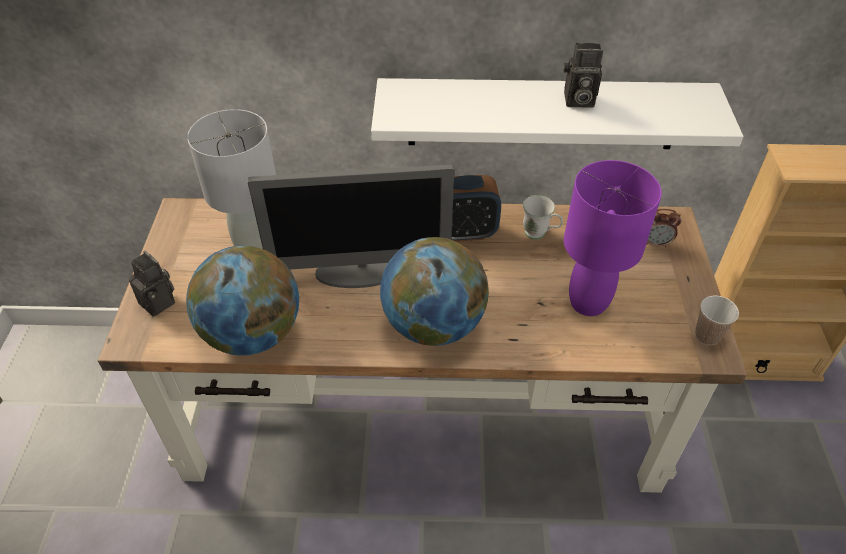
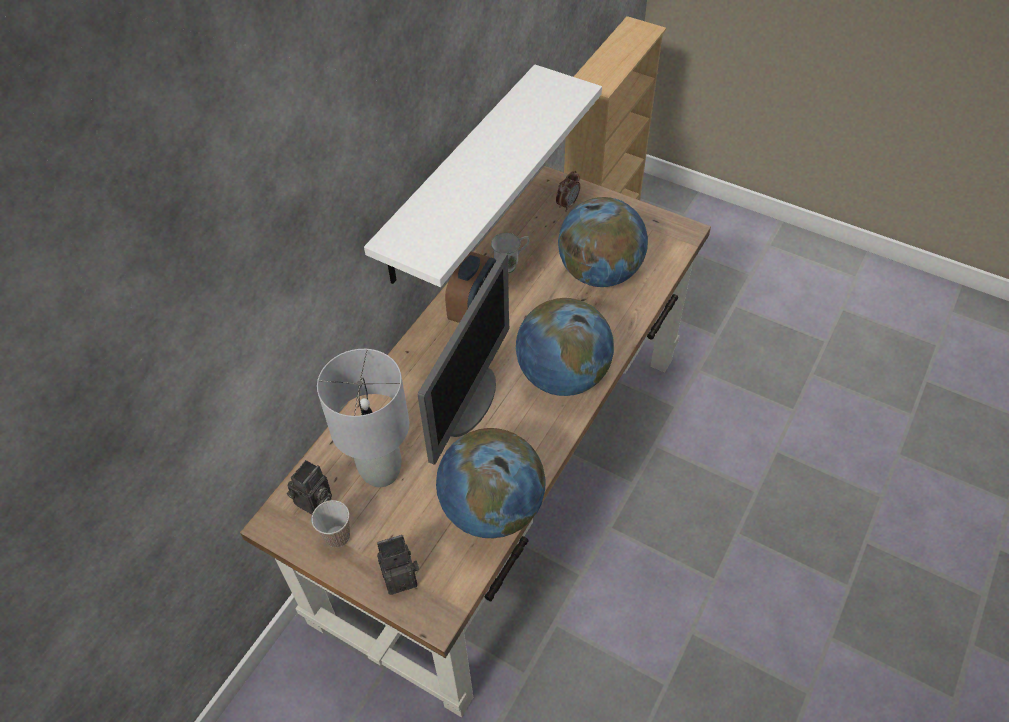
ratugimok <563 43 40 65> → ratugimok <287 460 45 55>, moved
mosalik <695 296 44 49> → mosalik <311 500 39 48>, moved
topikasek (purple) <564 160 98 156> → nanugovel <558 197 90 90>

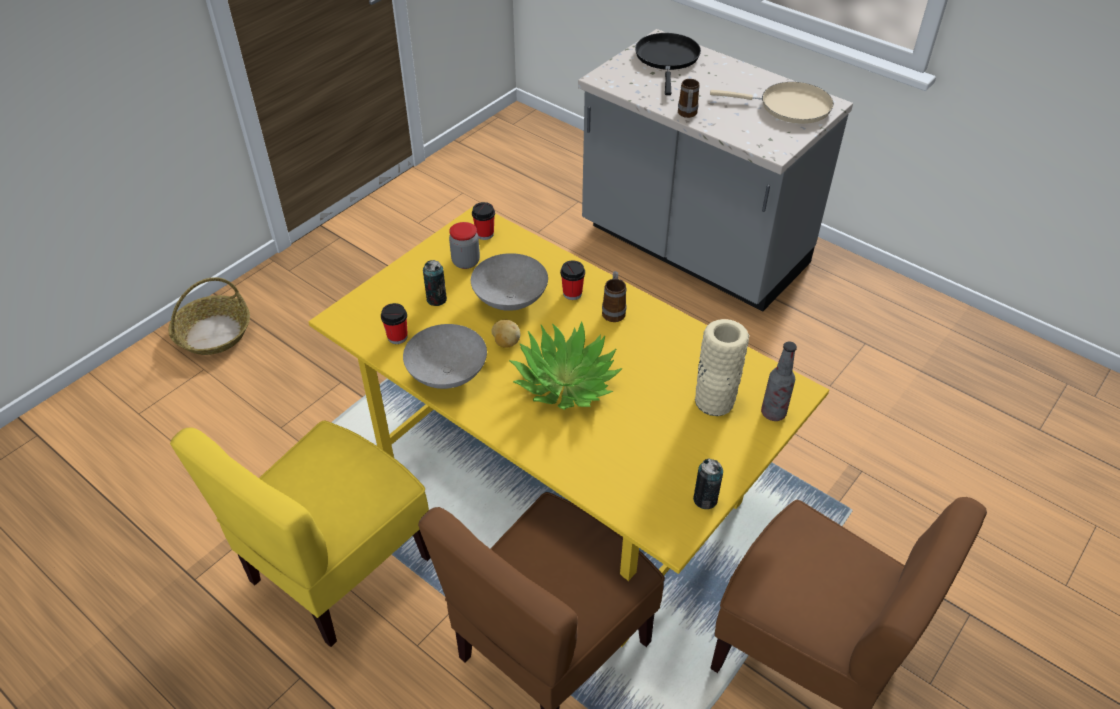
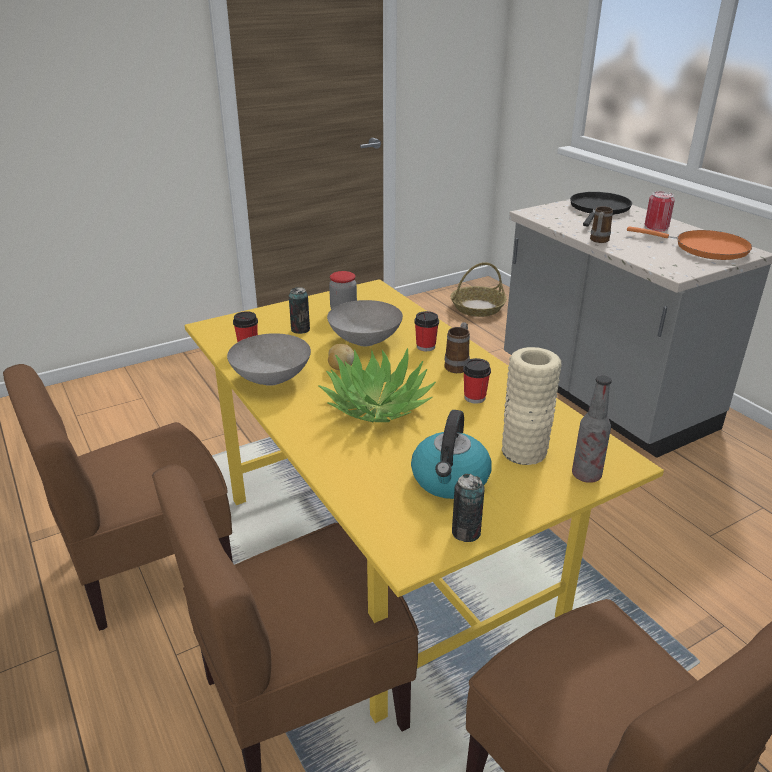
- → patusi <411 410 81 89>
- → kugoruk <645 191 30 41>
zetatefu <168 277 82 78> → zetatefu <450 262 57 55>, moved
mosalik <472 202 23 38> → mosalik <463 358 28 46>, moved
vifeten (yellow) <170 421 261 226> → vifeten (brown) <3 364 230 267>
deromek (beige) <710 82 124 42> → deromek (orange) <627 226 125 34>

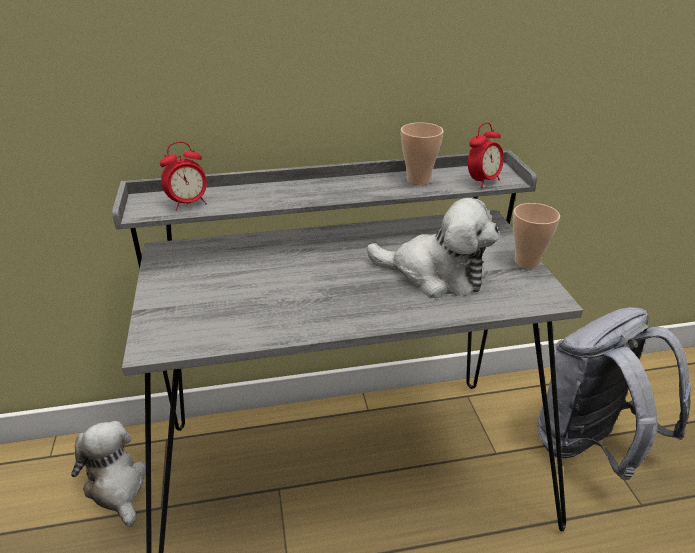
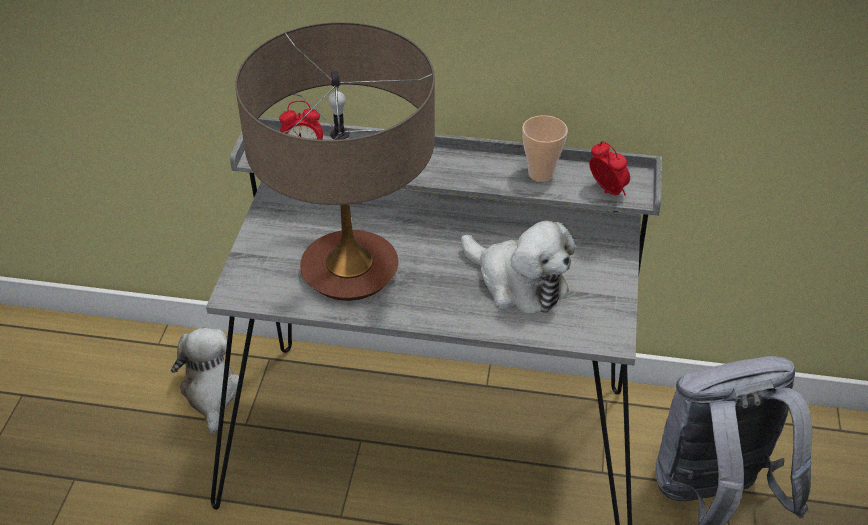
mosalik <513 203 47 66> → -
- → topikasek <235 22 200 279>
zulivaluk <468 123 36 65> → zulivaluk <589 141 41 54>, 105 degrees counterclockwise

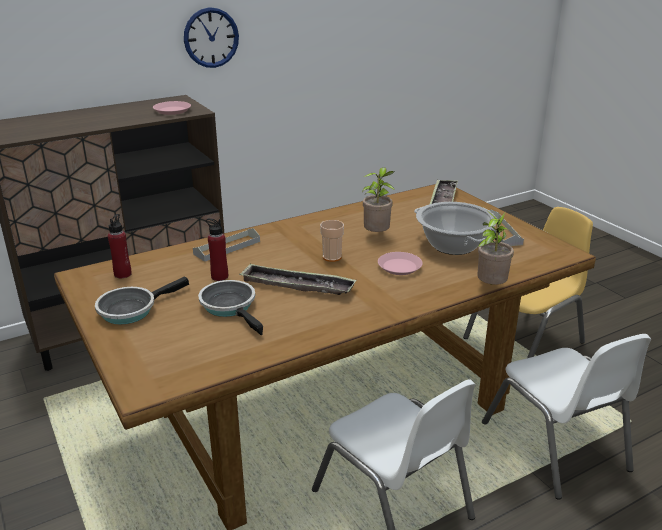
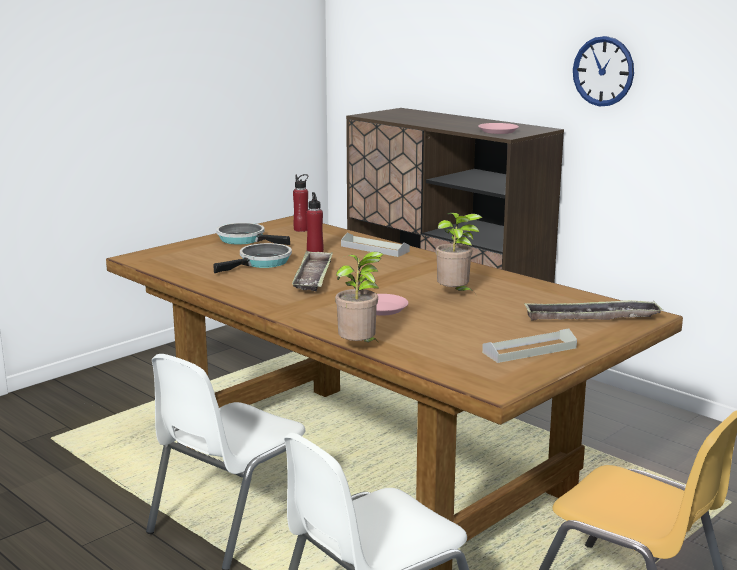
mosalik <320 220 24 42> → -
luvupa <414 202 86 53> → -

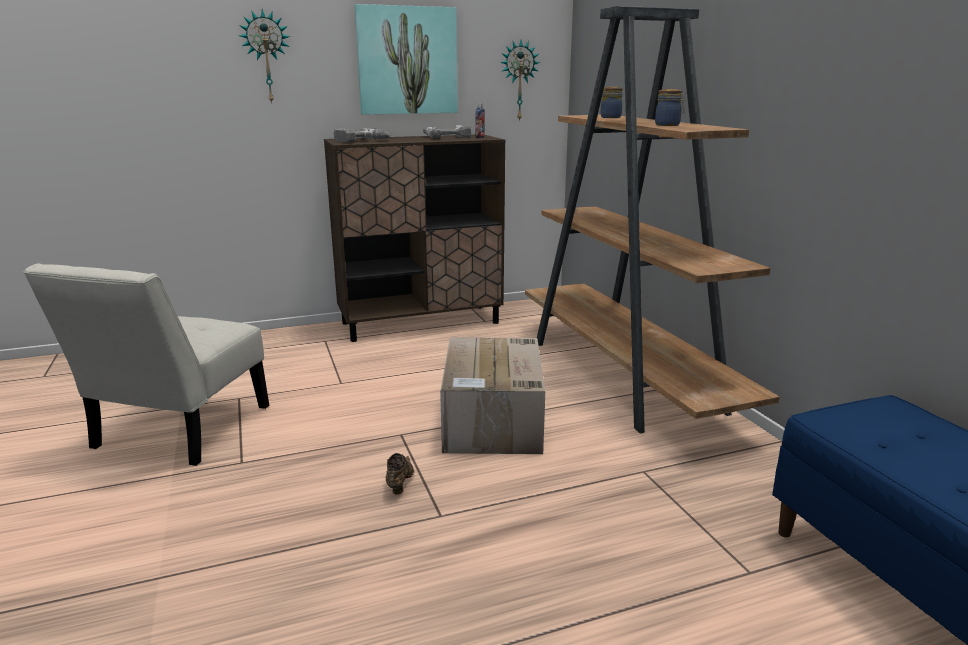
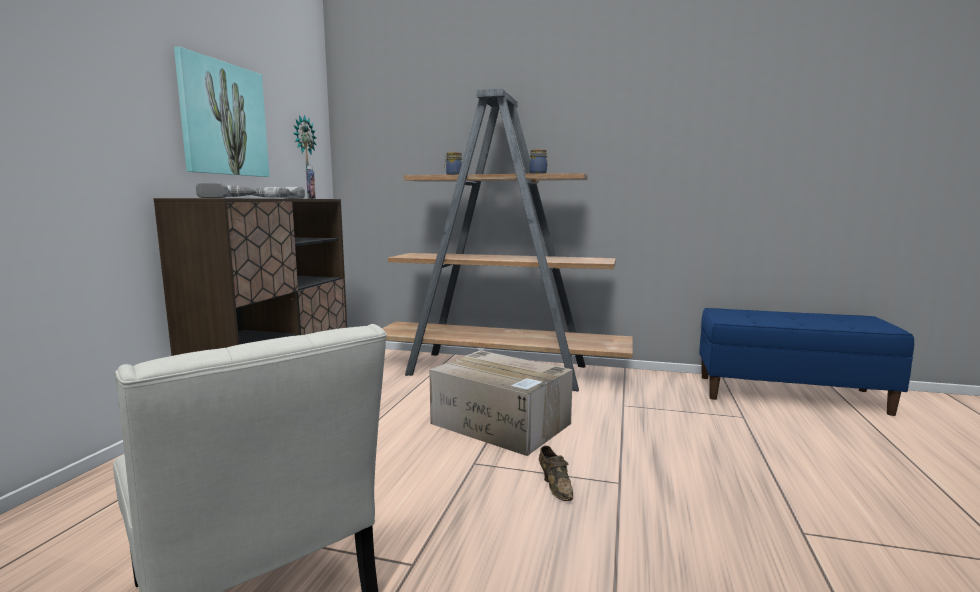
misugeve <239 9 51 95> → -
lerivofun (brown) <386 453 28 42> → lerivofun (brown) <539 445 34 56>, 150 degrees counterclockwise

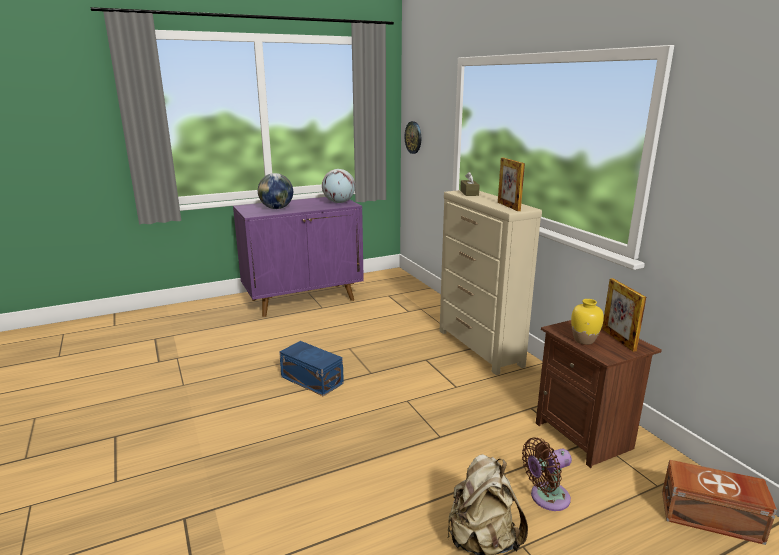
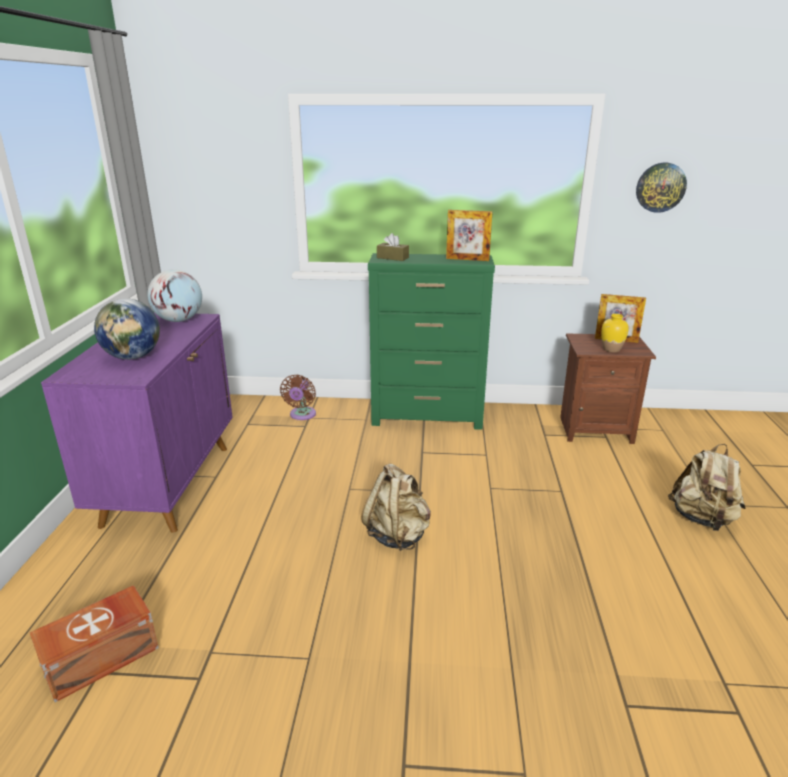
misugeve <405 121 16 33> → misugeve <636 163 51 50>, moved
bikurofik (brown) <522 437 50 74> → bikurofik (brown) <280 375 36 45>, moved
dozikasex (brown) <662 460 115 85> → dozikasex (brown) <29 585 130 117>, moved
dozikasex (blue) <279 341 65 55> → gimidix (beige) <361 464 70 87>
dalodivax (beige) <440 190 102 185> → dalodivax (green) <368 253 127 177>

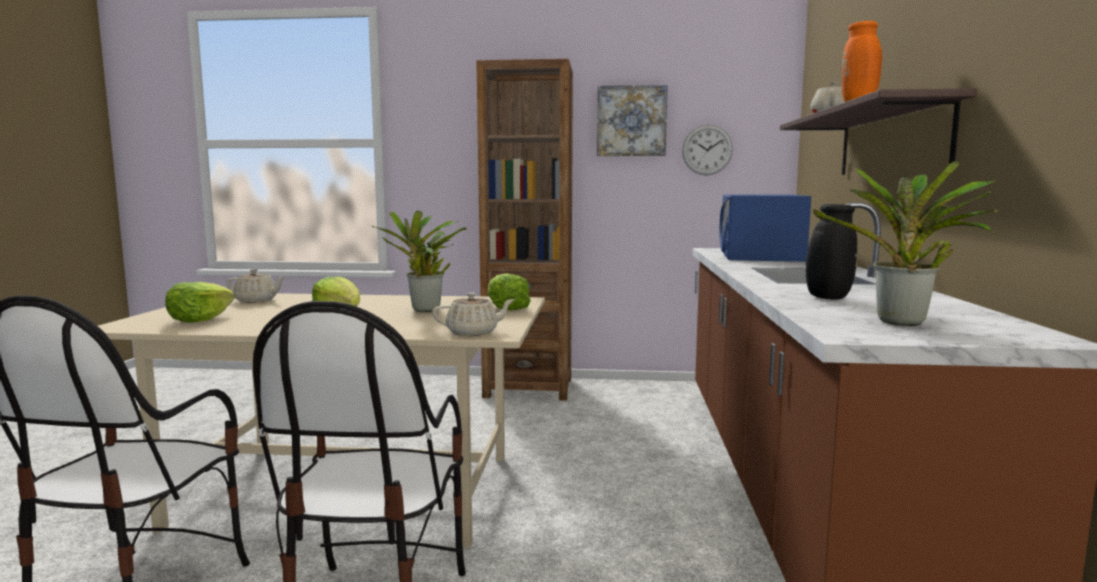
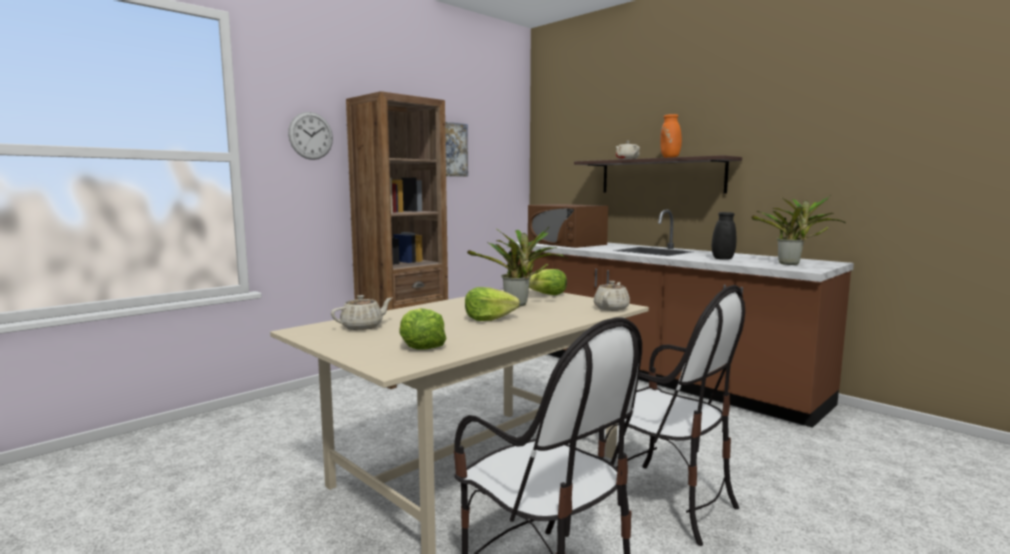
misugeve <682 124 51 51> → misugeve <288 112 45 48>, moved
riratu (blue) <719 194 92 68> → riratu (brown) <528 204 80 44>

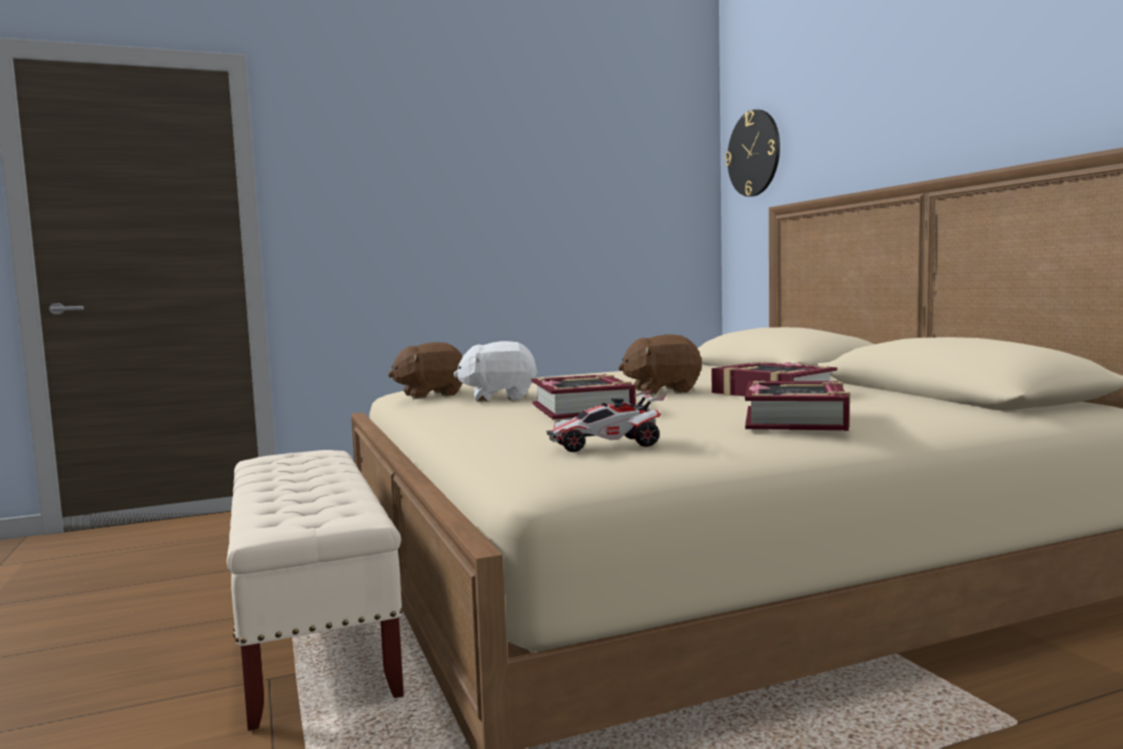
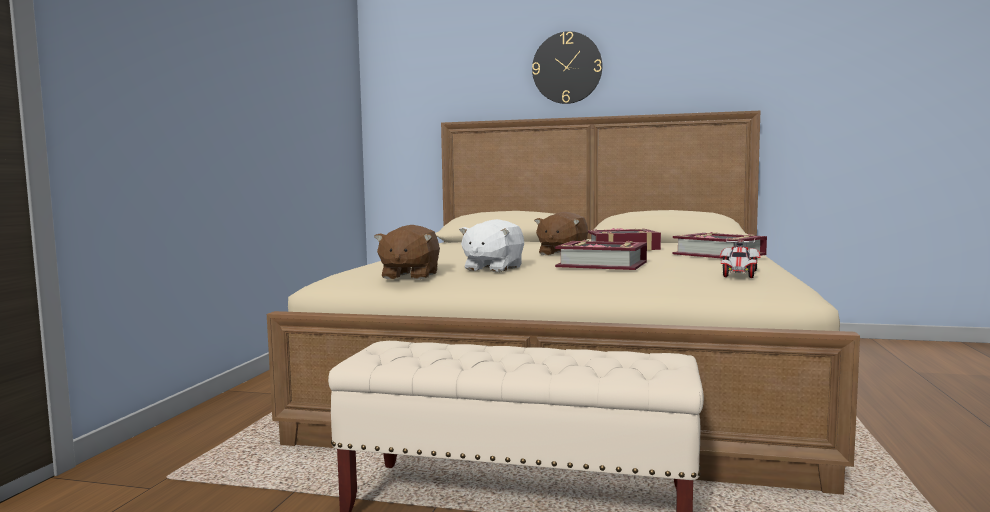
misugeve <725 109 55 88> → misugeve <532 31 70 73>, moved

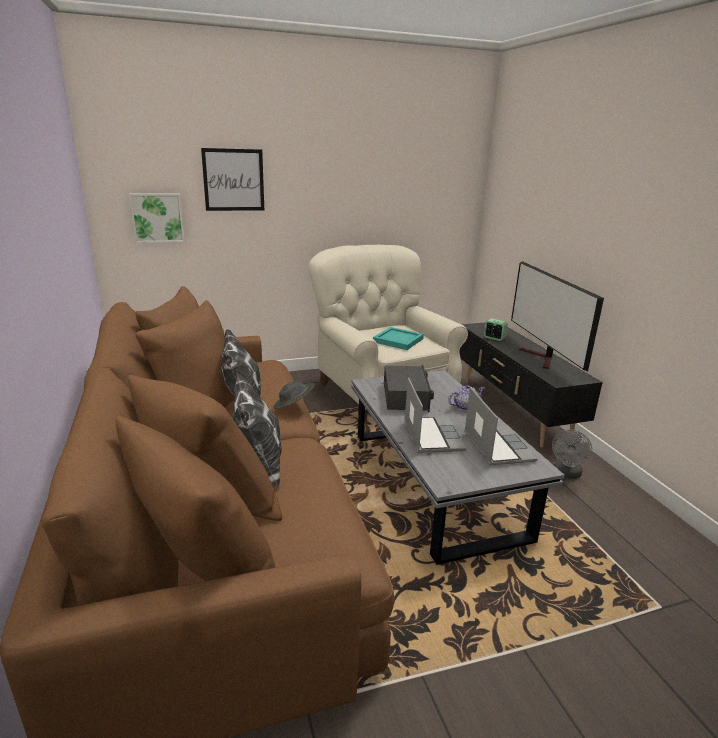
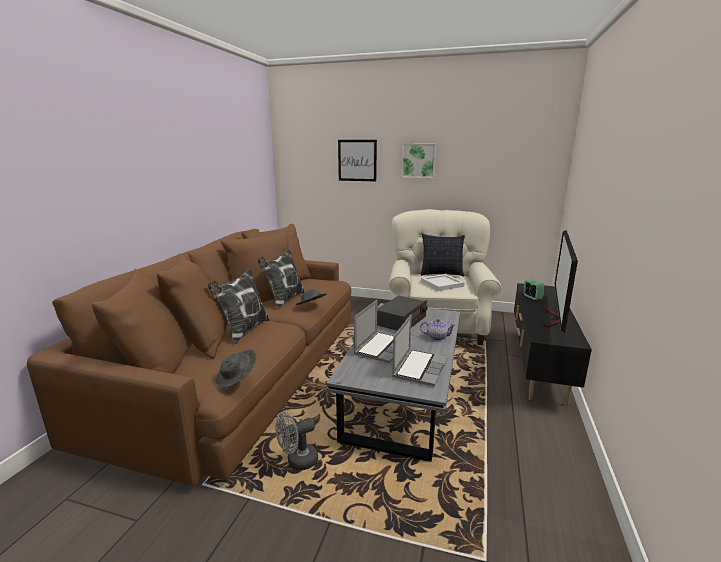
- → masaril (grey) <215 350 42 38>
- → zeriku <420 234 45 43>
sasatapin <129 194 56 49> → sasatapin <402 144 34 34>, moved
bikurofik (grey) <552 430 40 49> → bikurofik (grey) <275 411 43 59>, moved
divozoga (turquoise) <373 327 51 23> → divozoga (white) <421 274 44 17>

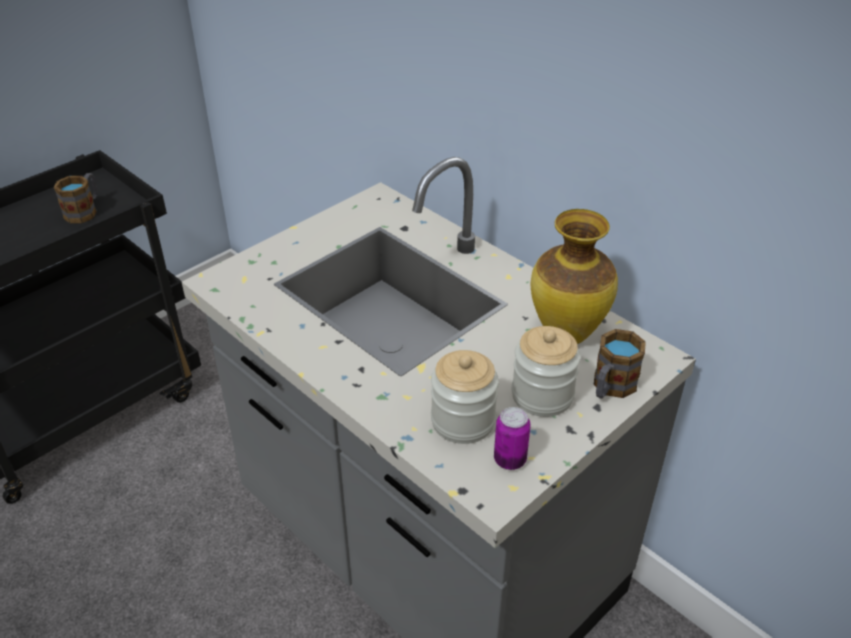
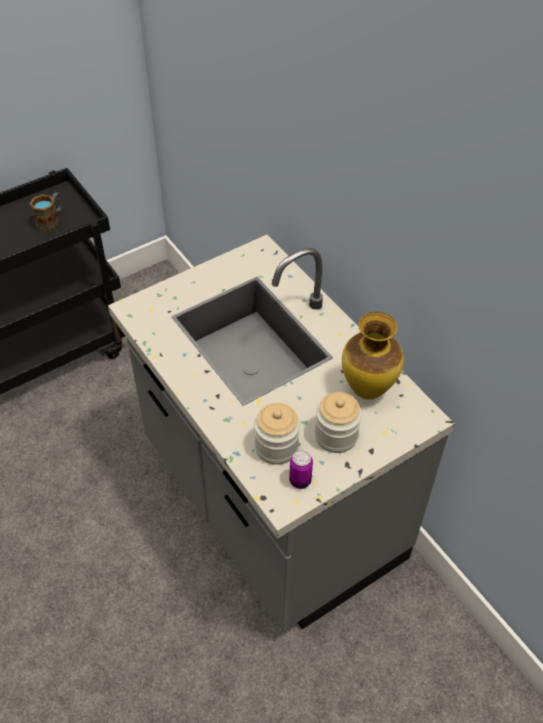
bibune <594 329 52 70> → -

